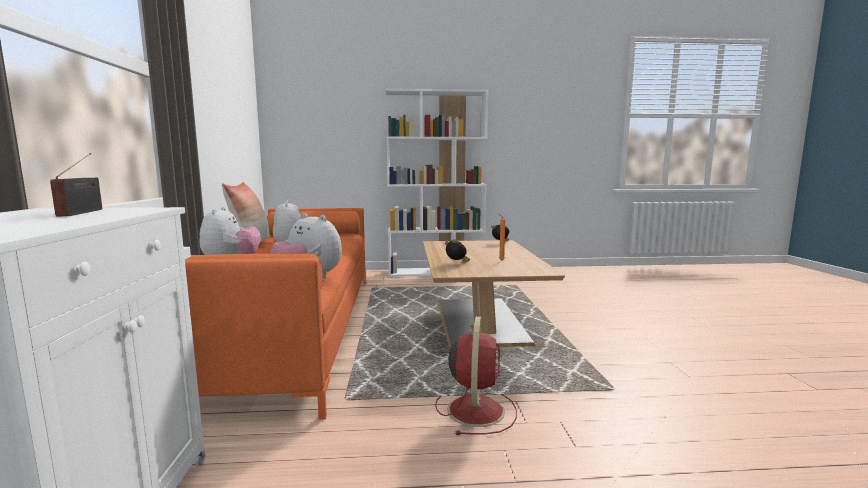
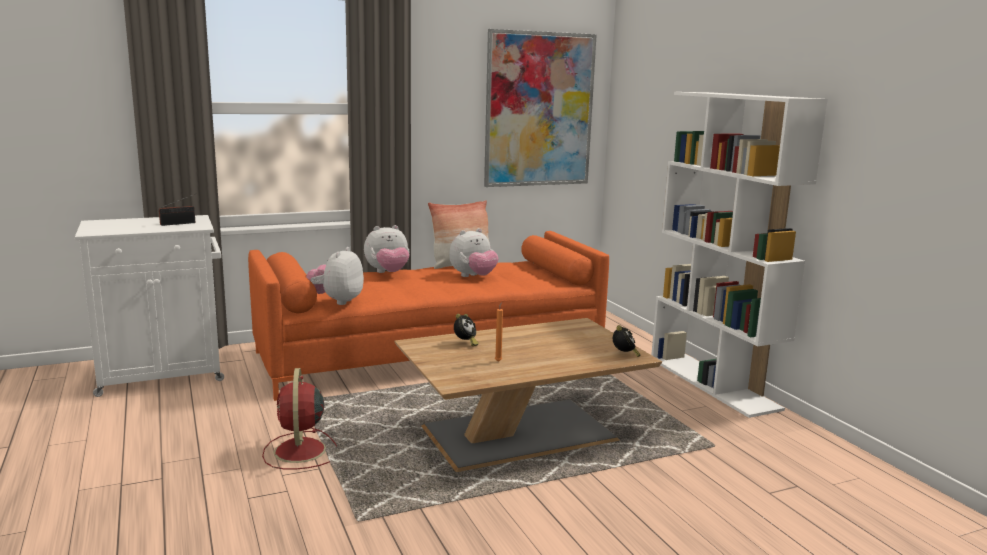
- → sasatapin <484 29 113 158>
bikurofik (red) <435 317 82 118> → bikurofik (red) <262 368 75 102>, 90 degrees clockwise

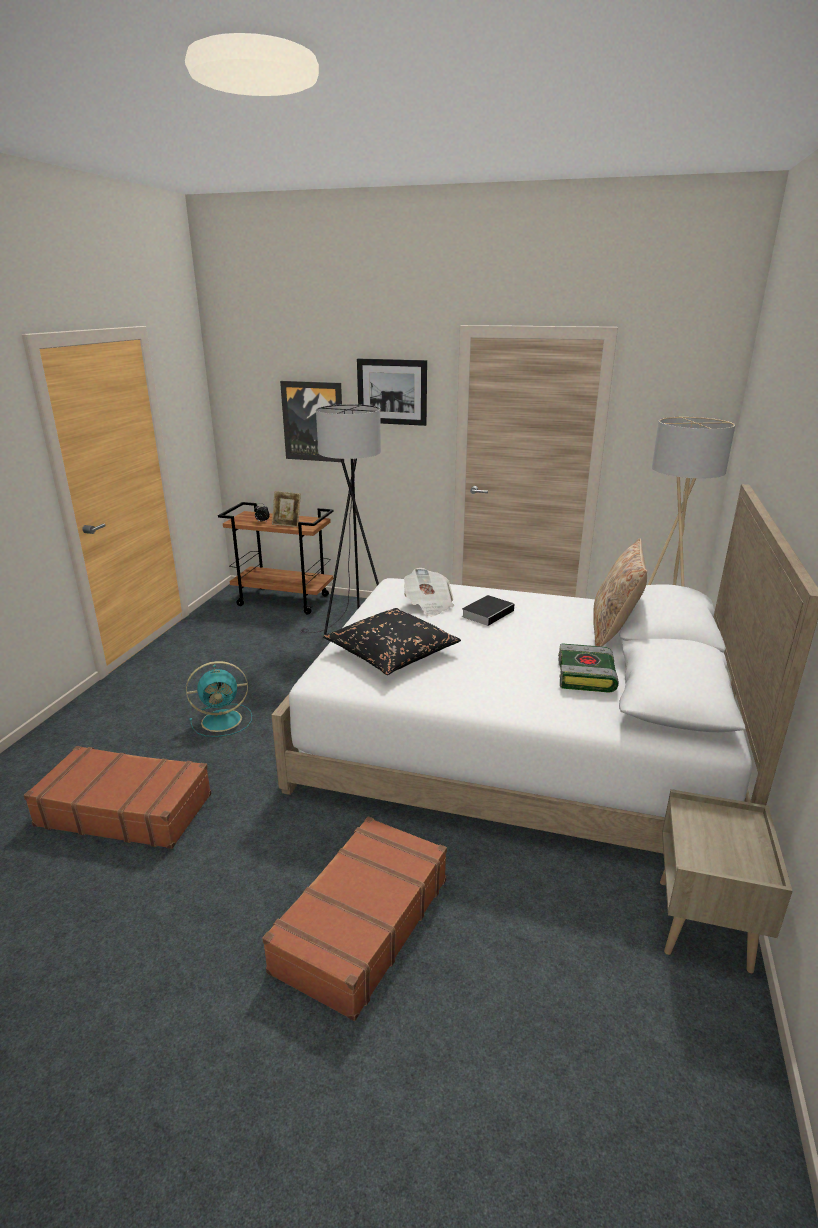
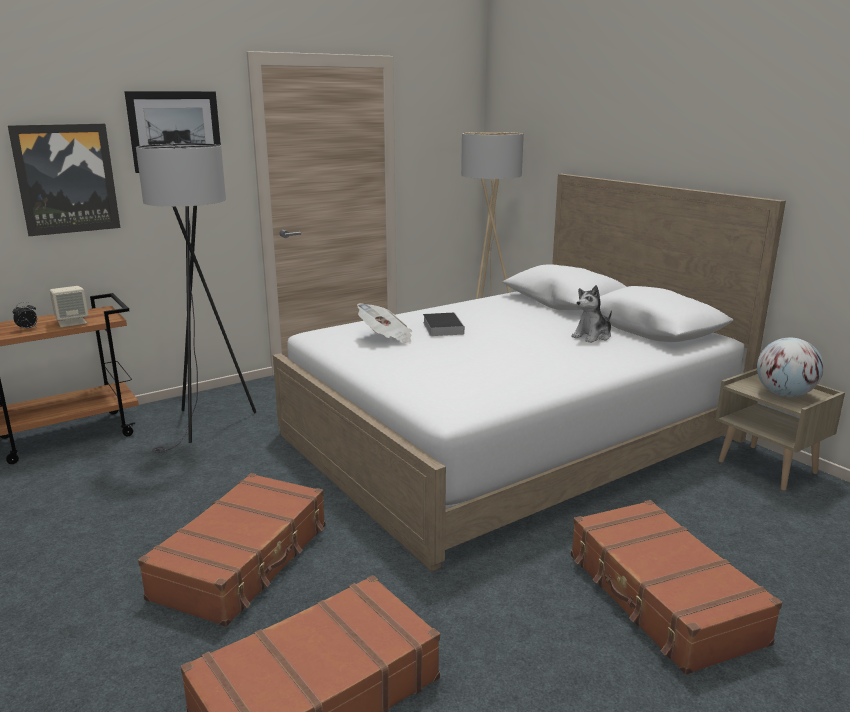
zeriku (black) <323 608 138 67> → -
zeriku (beige) <593 538 54 109> → -
- → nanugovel <757 338 66 59>
bikurofik (turquoise) <186 661 66 76> → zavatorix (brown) <138 473 187 154>
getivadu <272 491 29 36> → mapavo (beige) <50 286 39 41>
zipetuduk <558 643 61 49> → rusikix <571 285 41 58>

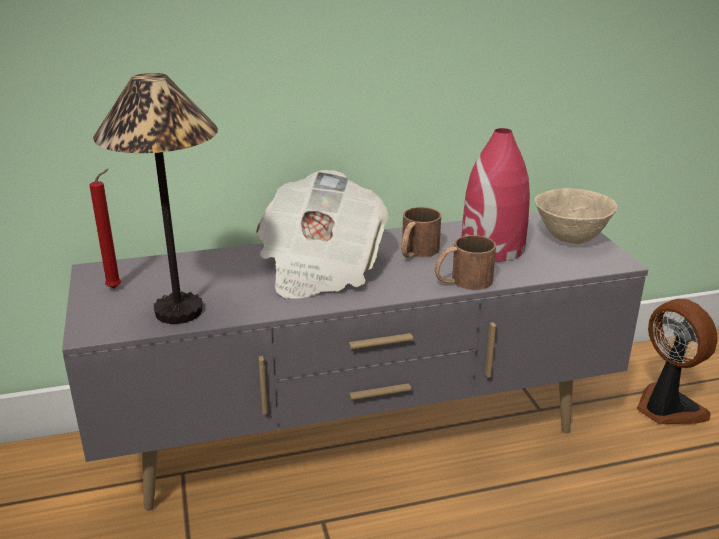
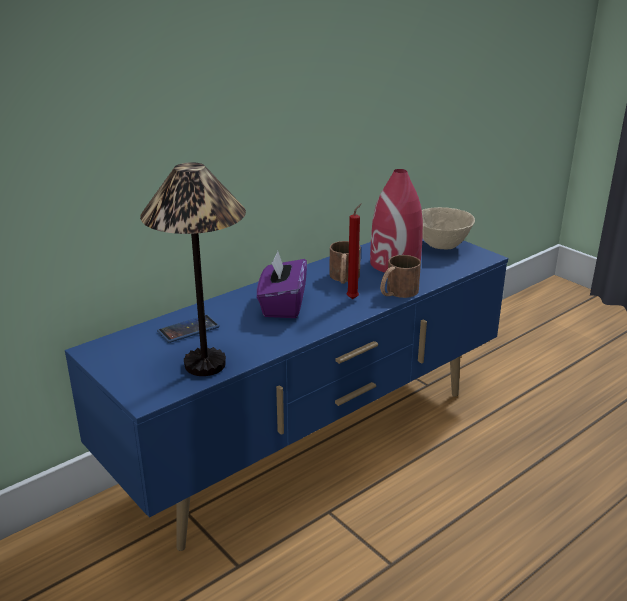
bikurofik <637 299 81 125> → -
- → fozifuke <157 315 63 28>
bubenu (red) <89 169 32 119> → bubenu (red) <347 203 15 96>, moved
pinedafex <256 170 133 129> → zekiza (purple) <257 251 50 67>
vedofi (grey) <62 212 586 299> → vedofi (blue) <65 239 443 312>

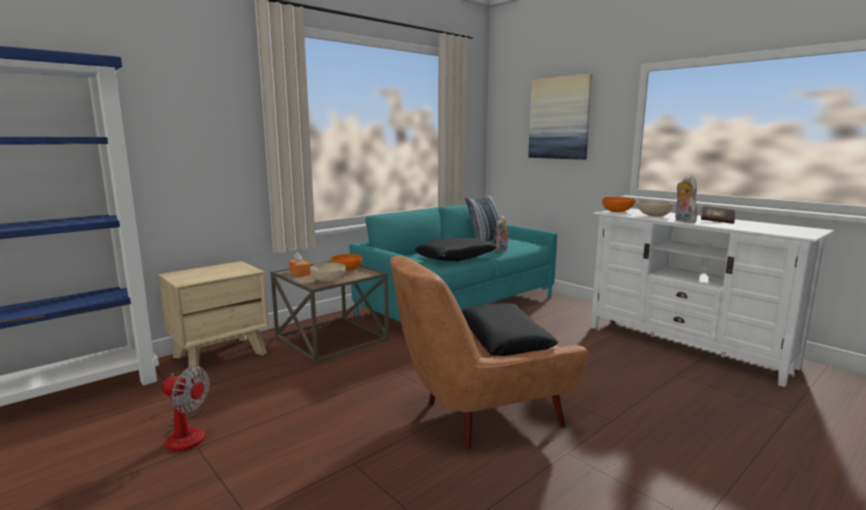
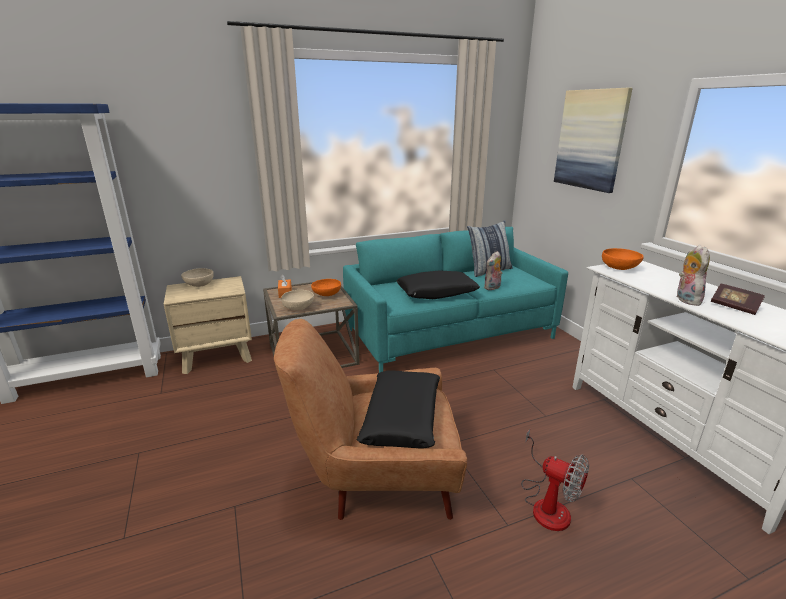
bikurofik <162 366 48 86> → bikurofik <521 429 68 102>, moved
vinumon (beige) <637 201 35 16> → vinumon (beige) <181 268 33 19>, moved

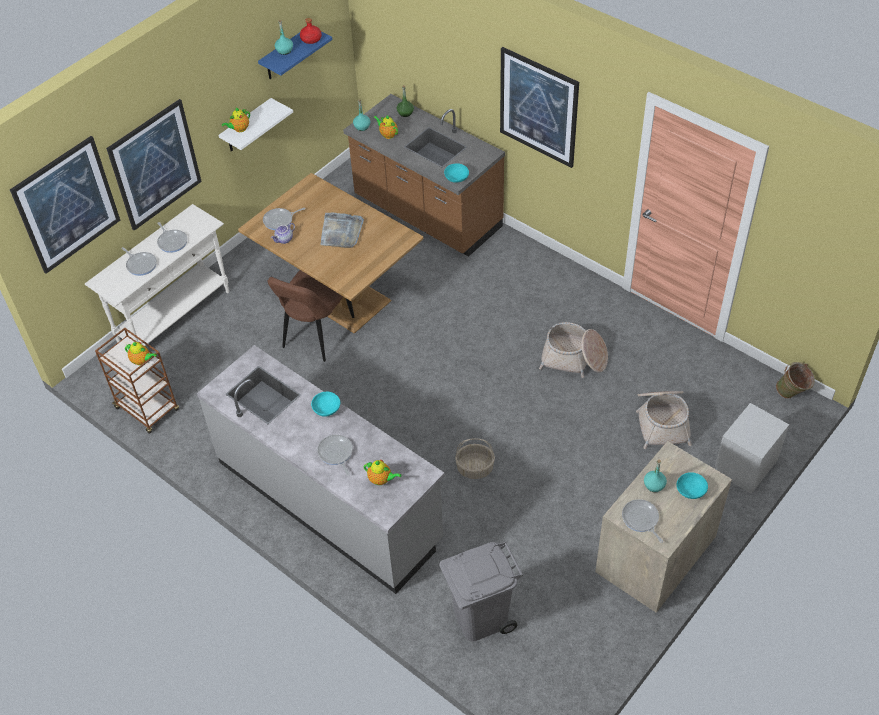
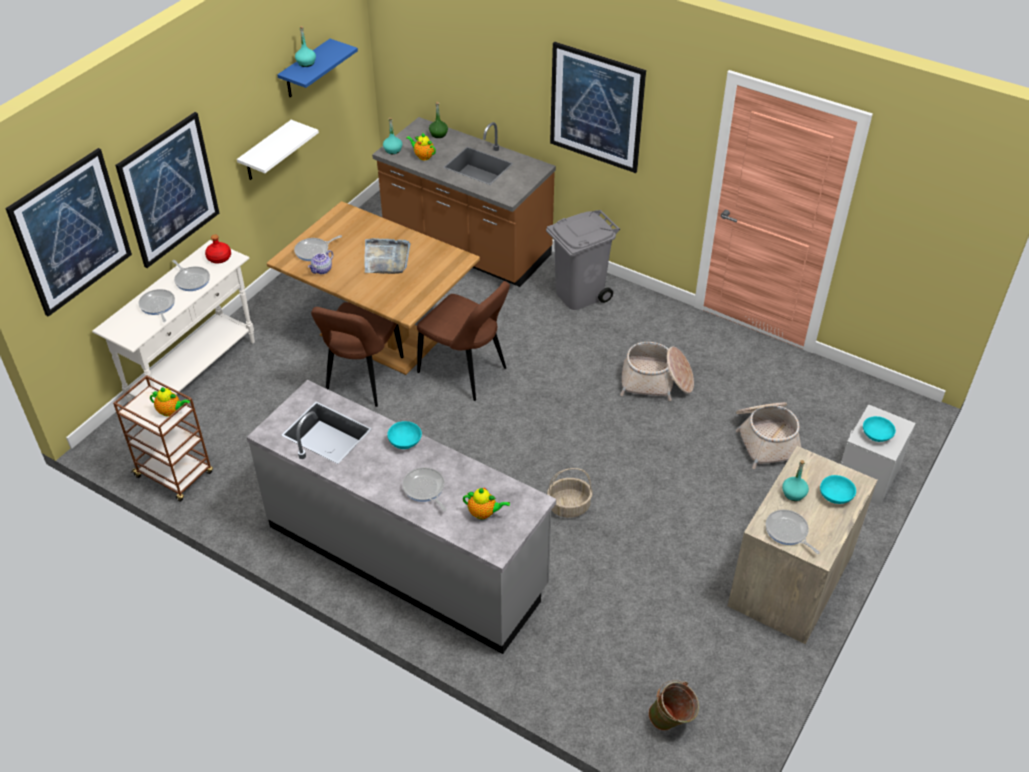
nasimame <221 108 29 24> → -
- → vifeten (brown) <417 281 93 120>
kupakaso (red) <300 18 22 26> → kupakaso (red) <205 235 26 29>, moved
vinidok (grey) <439 542 84 100> → vinidok (grey) <546 210 74 100>, moved
vinumon (turquoise) <444 163 25 20> → vinumon (turquoise) <863 416 33 26>, moved
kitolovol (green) <776 362 39 37> → kitolovol (green) <648 680 51 51>, moved
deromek <121 247 36 29> → deromek <138 289 37 33>, 150 degrees counterclockwise

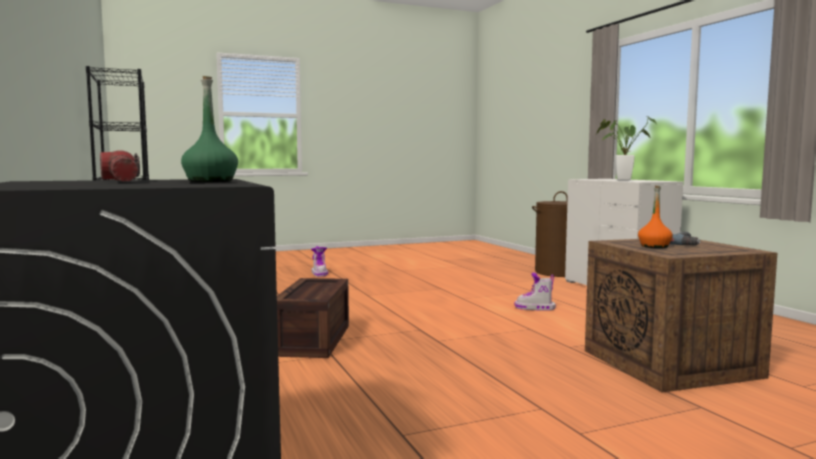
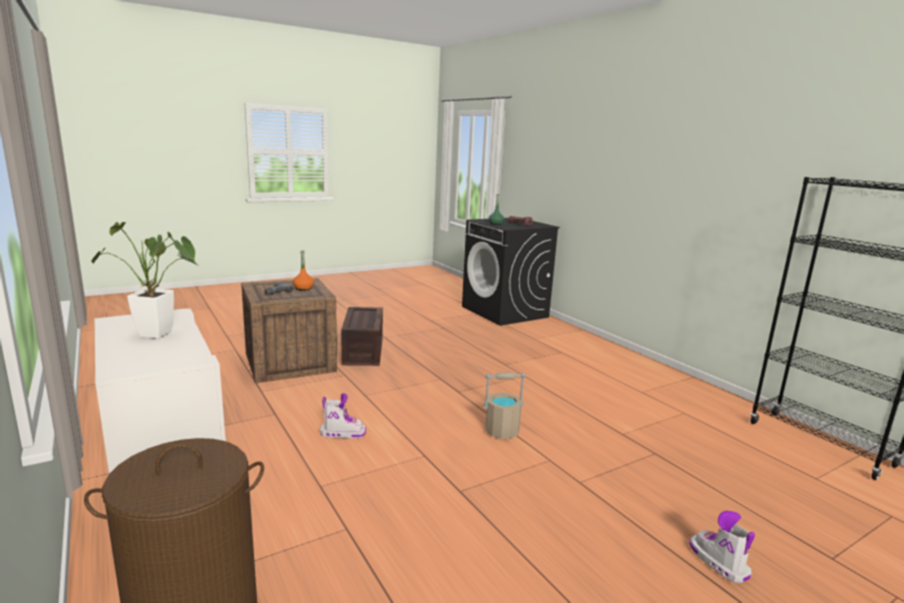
- → kitolovol (beige) <484 372 41 67>
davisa <277 278 72 80> → davisa <341 307 42 59>, moved

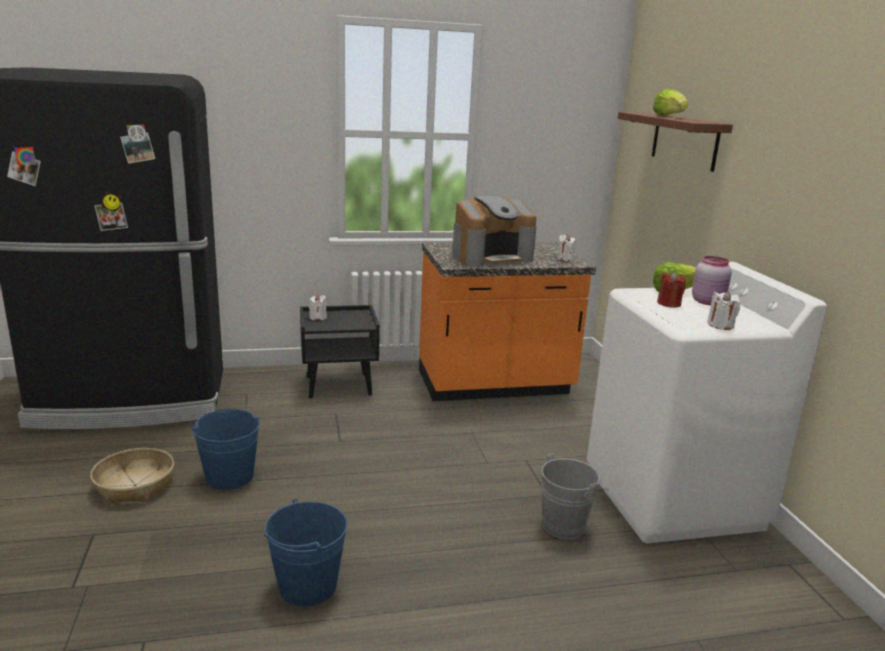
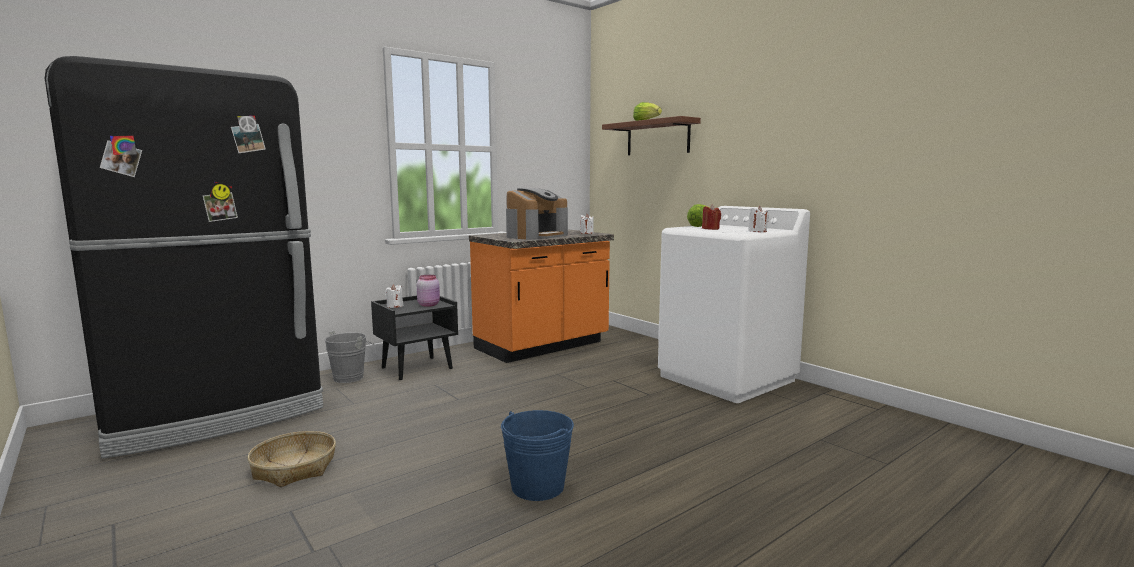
kitolovol (blue) <192 409 68 81> → -
kitolovol (grey) <541 454 68 85> → kitolovol (grey) <325 331 49 52>, moved
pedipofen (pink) <692 256 40 49> → pedipofen (pink) <417 275 23 32>, moved

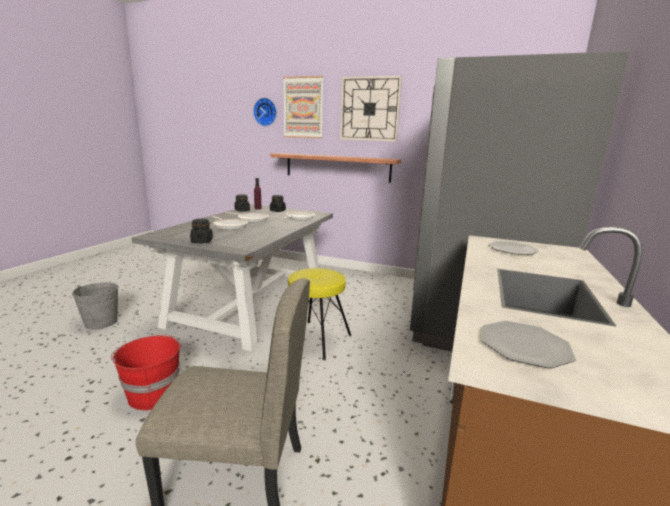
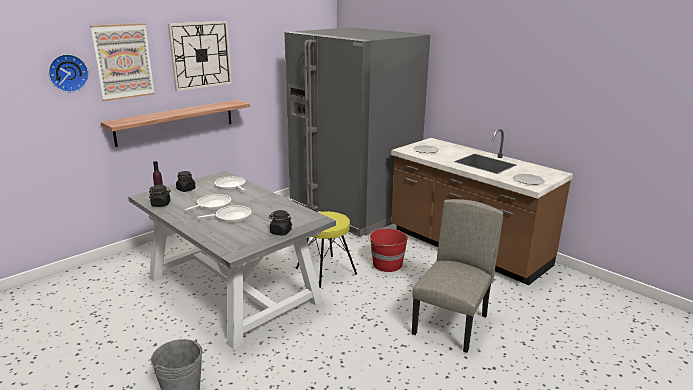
kitolovol (red) <111 335 69 76> → kitolovol (red) <368 228 40 44>, moved

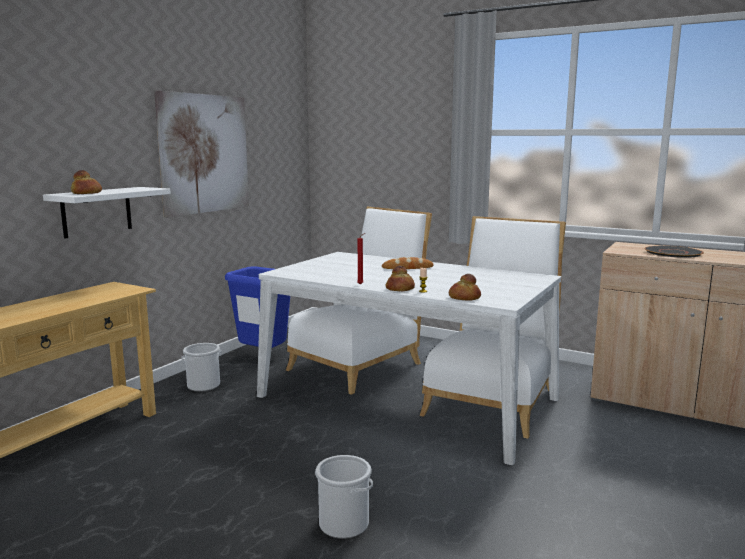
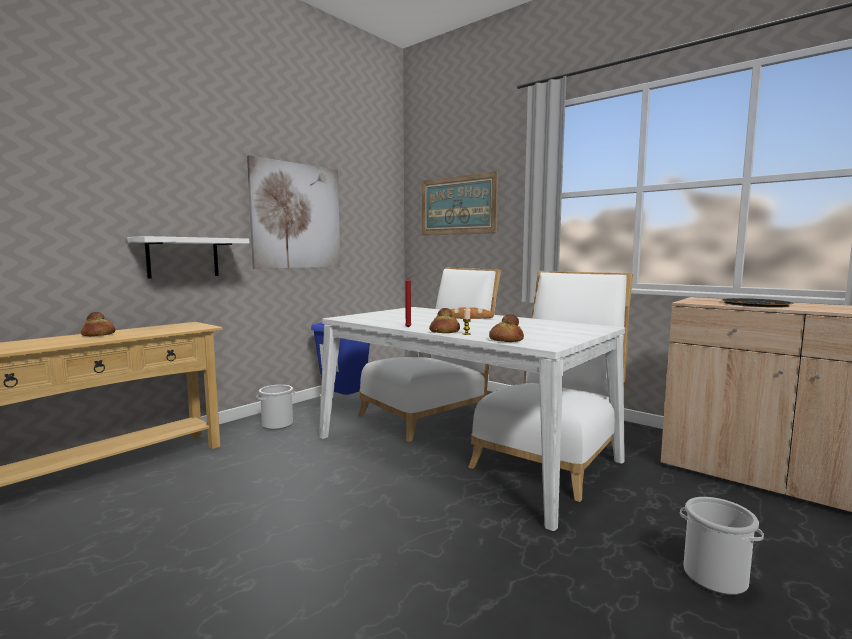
- → sasatapin <422 171 76 65>
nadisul <71 170 31 24> → nadisul <81 312 35 24>, moved
kitolovol <315 455 58 84> → kitolovol <680 497 84 98>, moved

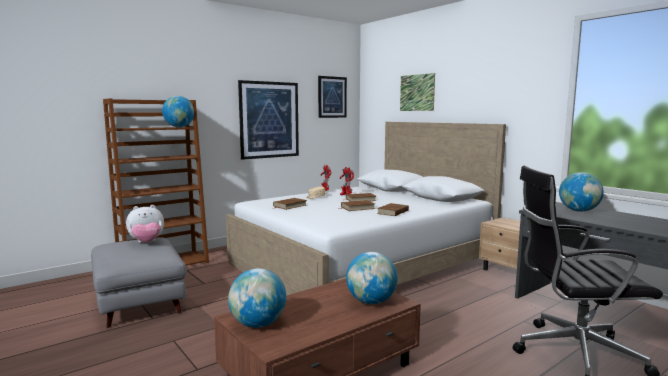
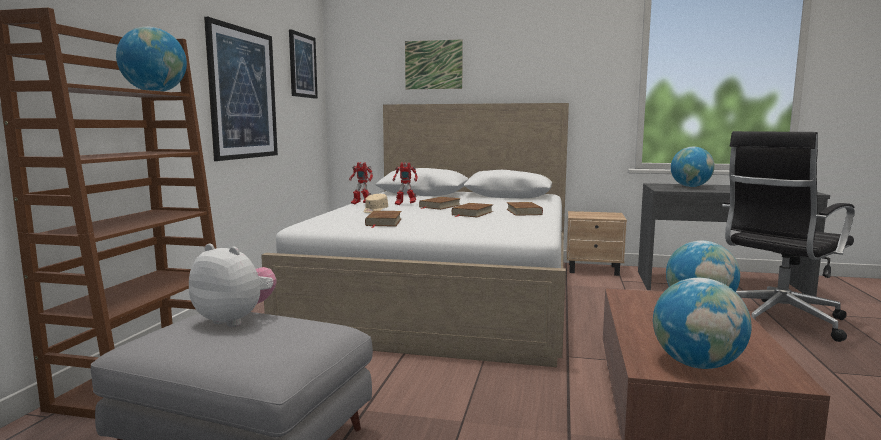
rusikix <126 205 38 38> → rusikix <189 244 87 83>, 90 degrees counterclockwise

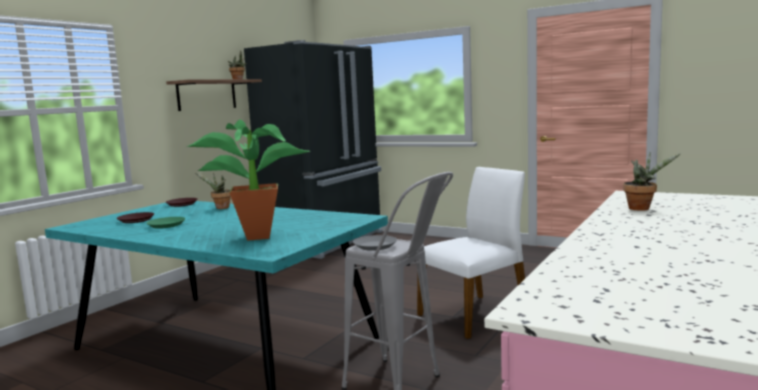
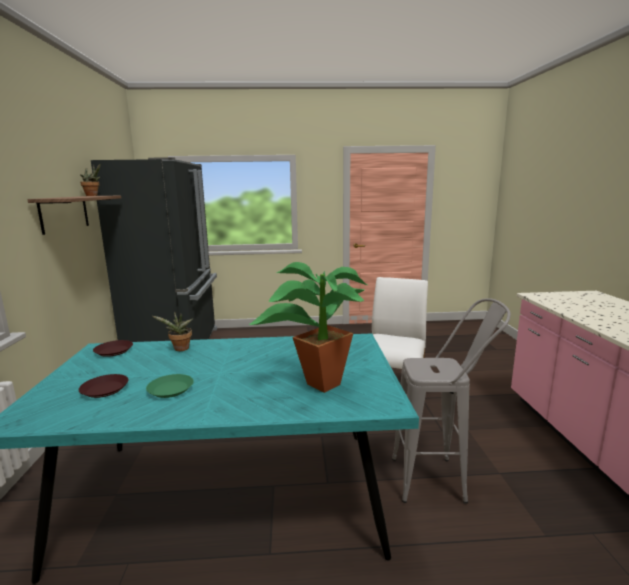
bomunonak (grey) <353 235 44 16> → -
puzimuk <623 152 58 59> → -

